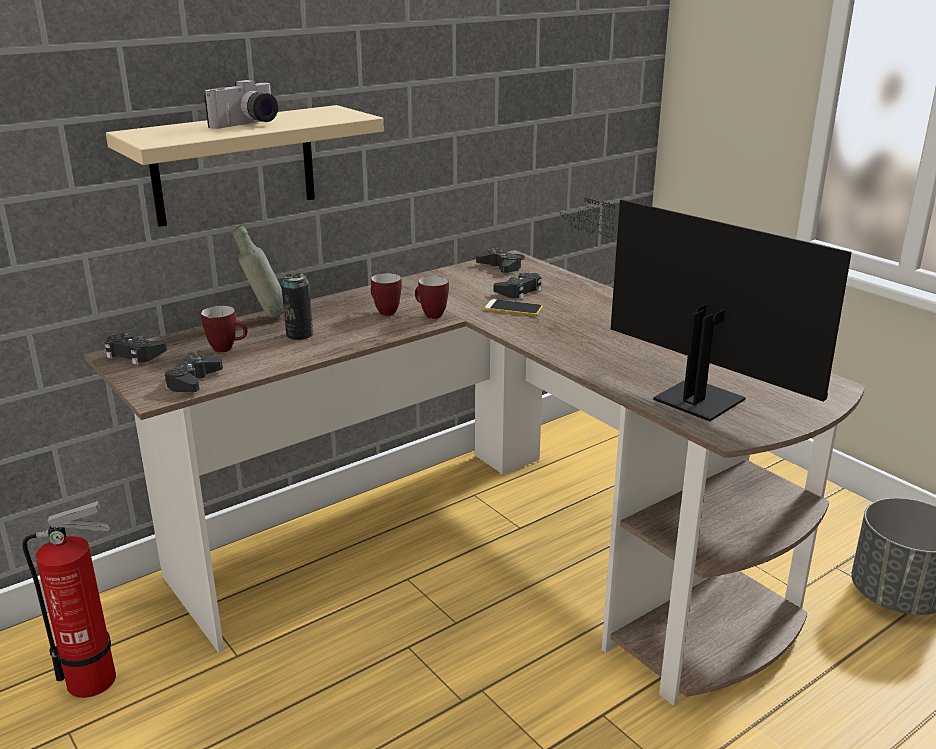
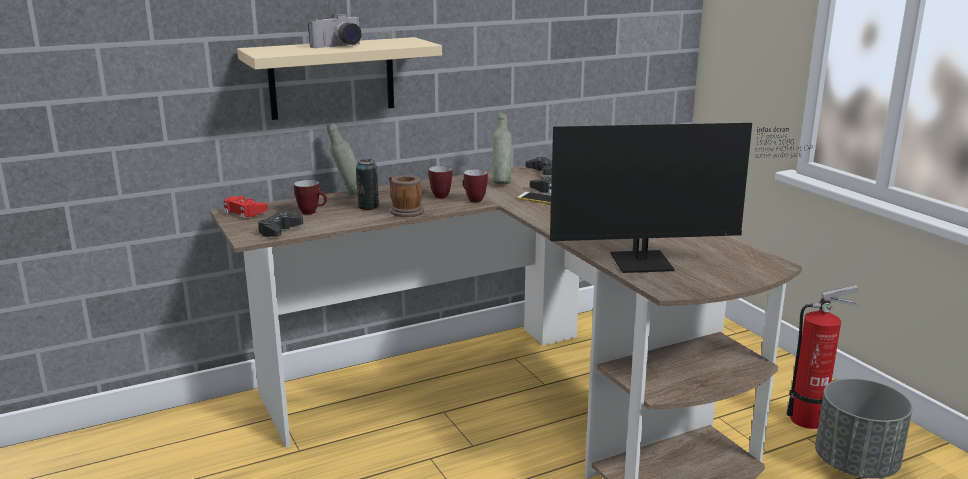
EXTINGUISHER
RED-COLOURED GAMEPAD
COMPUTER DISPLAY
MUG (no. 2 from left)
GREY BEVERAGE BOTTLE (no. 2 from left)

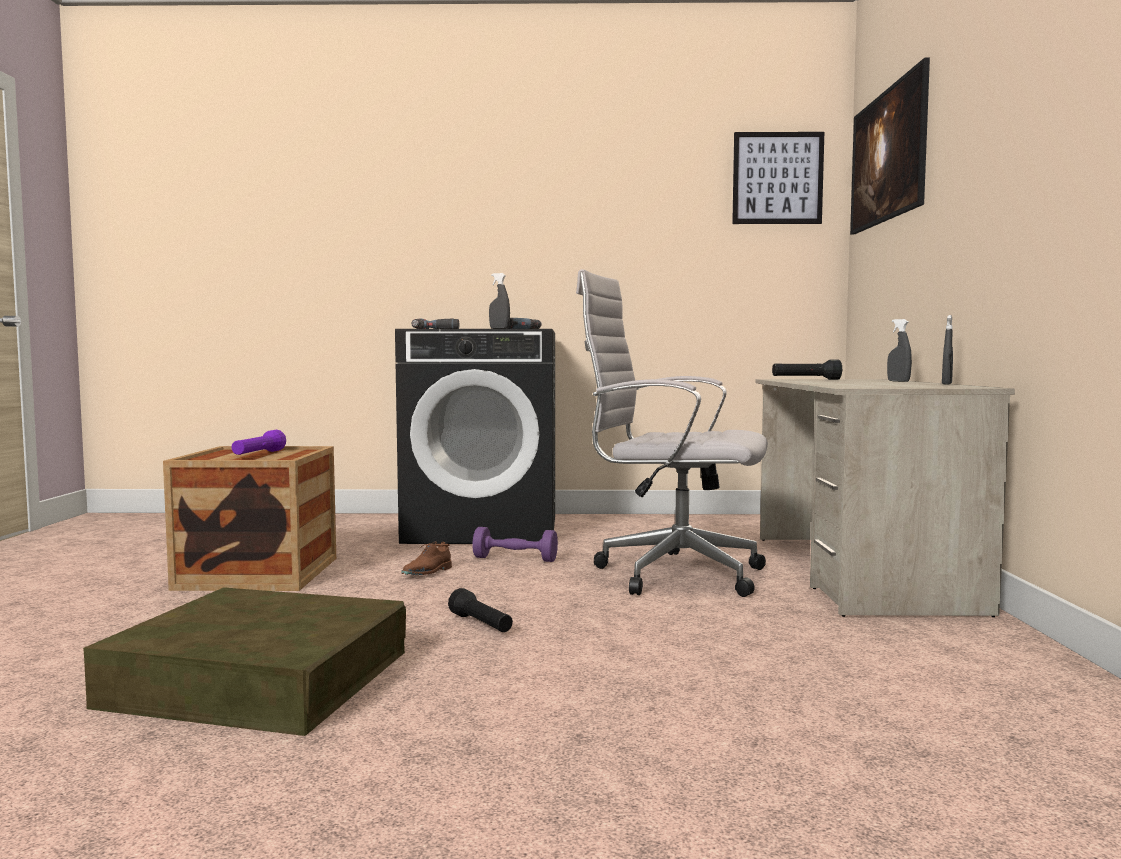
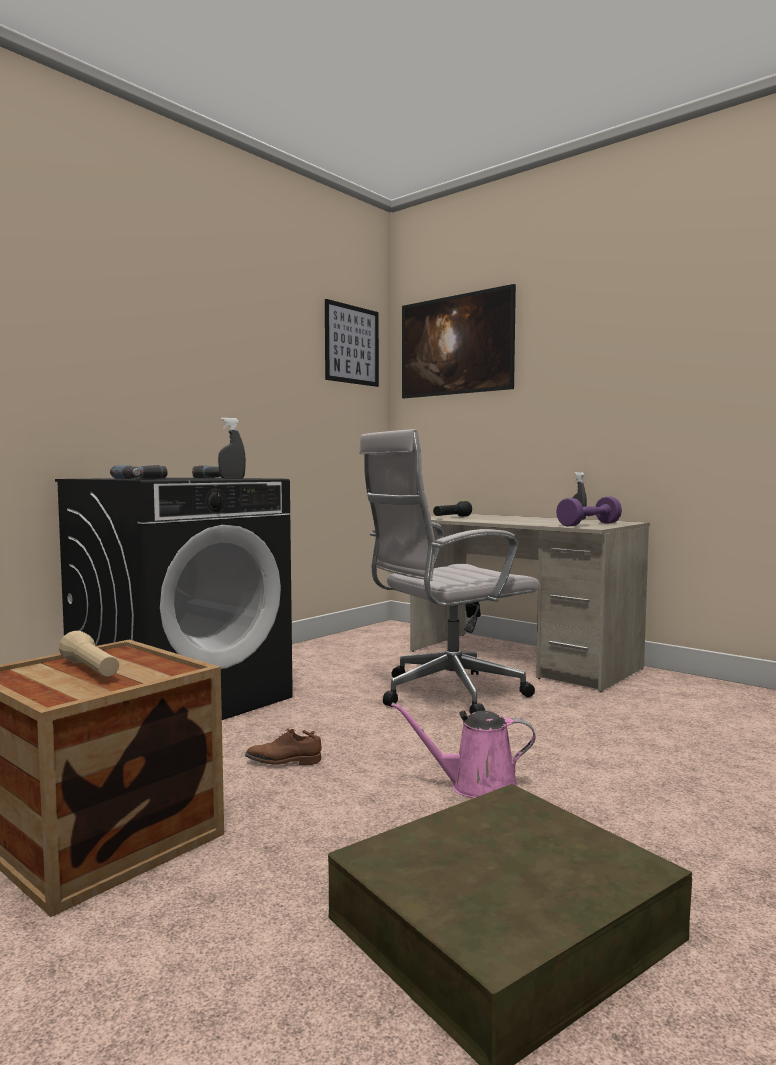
BEIGE-COLOURED FLASHLIGHT
BROWN-COLOURED ITEM OF FOOTWEAR
PINK SPRINKLING CAN
PURPLE HAND WEIGHT
GREY HAND SPRAYER (no. 2 from left in the first image)

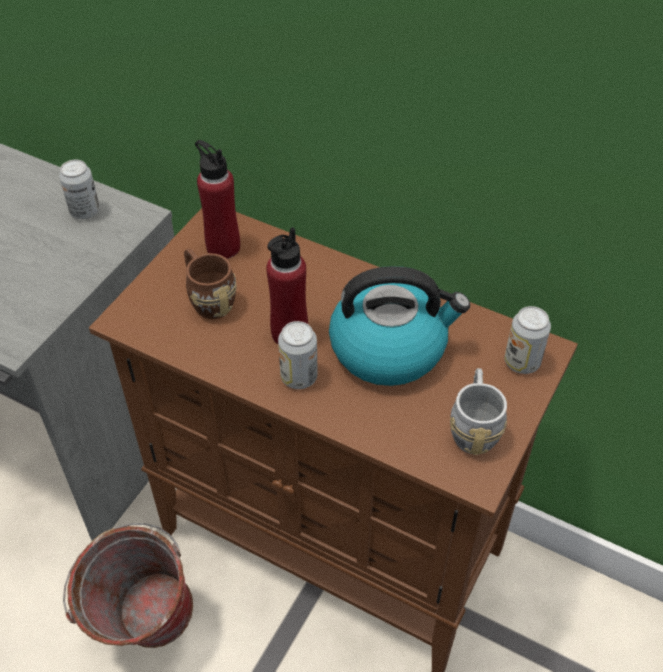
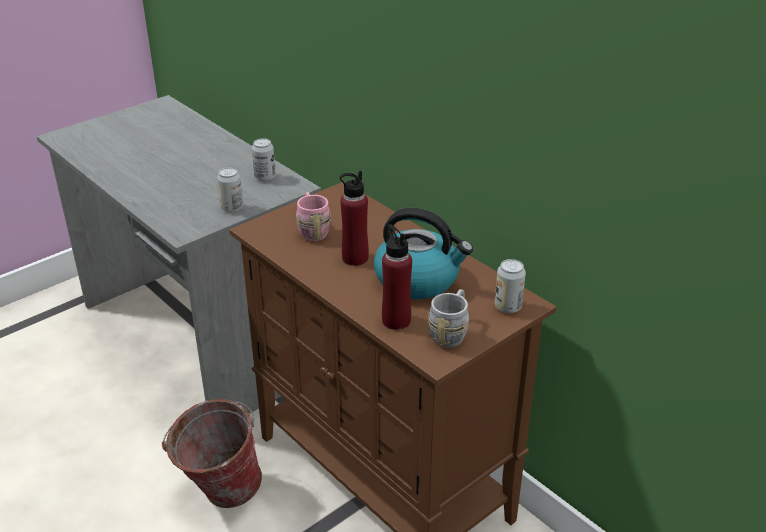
PINK MUG
RED-COLOURED BEVERAGE BOTTLE (no. 2 from left)
METAL CAN (no. 1 from left)

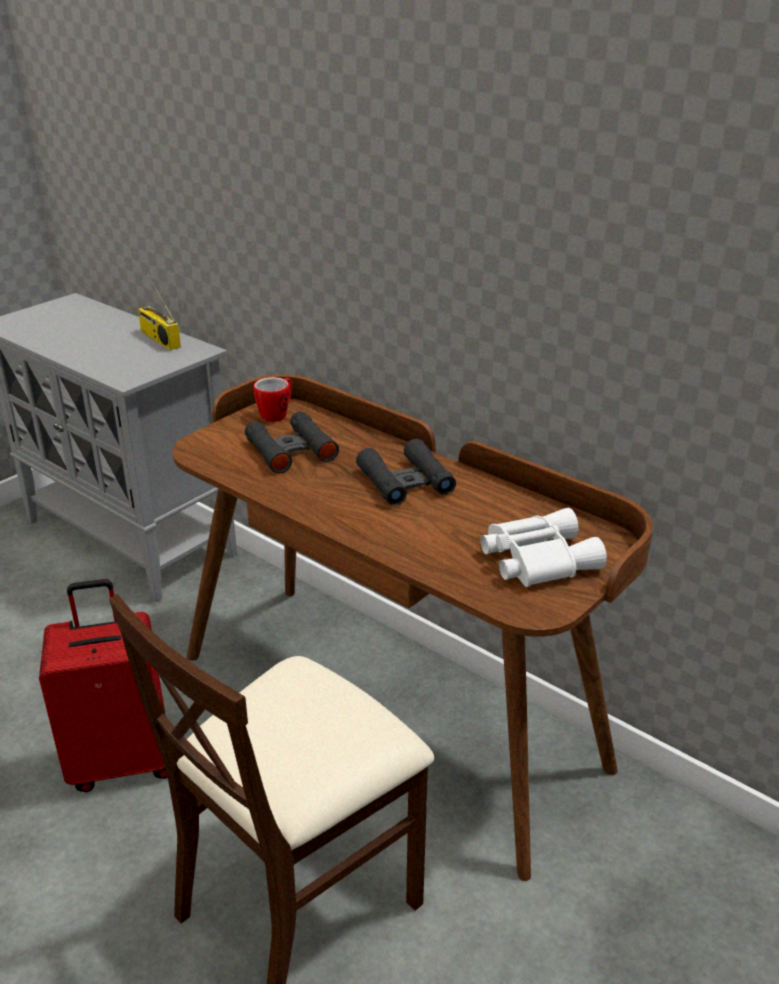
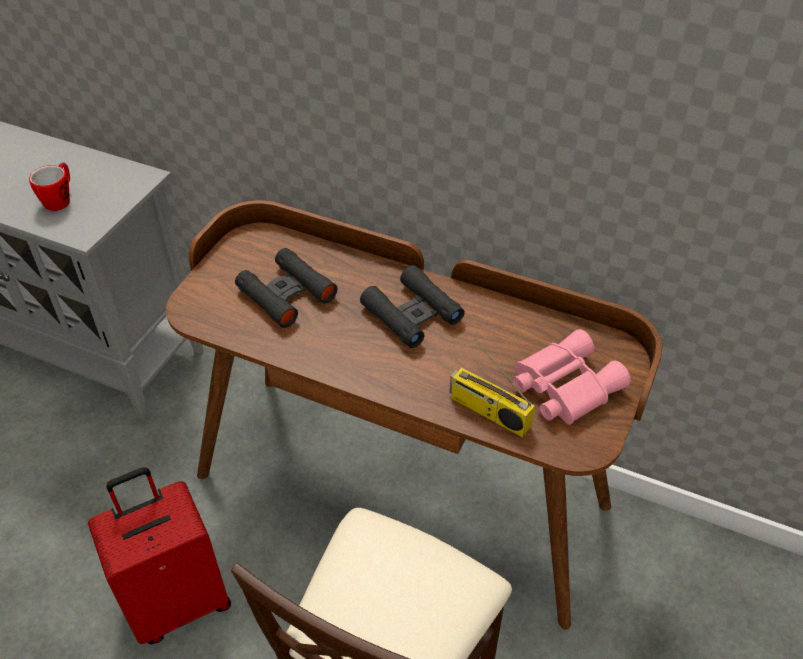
RADIO
MUG
PINK FIELD GLASSES

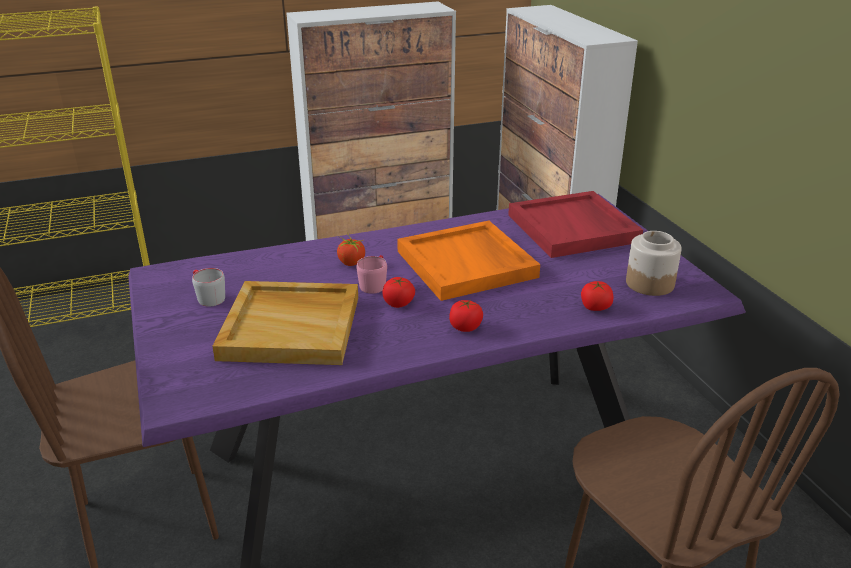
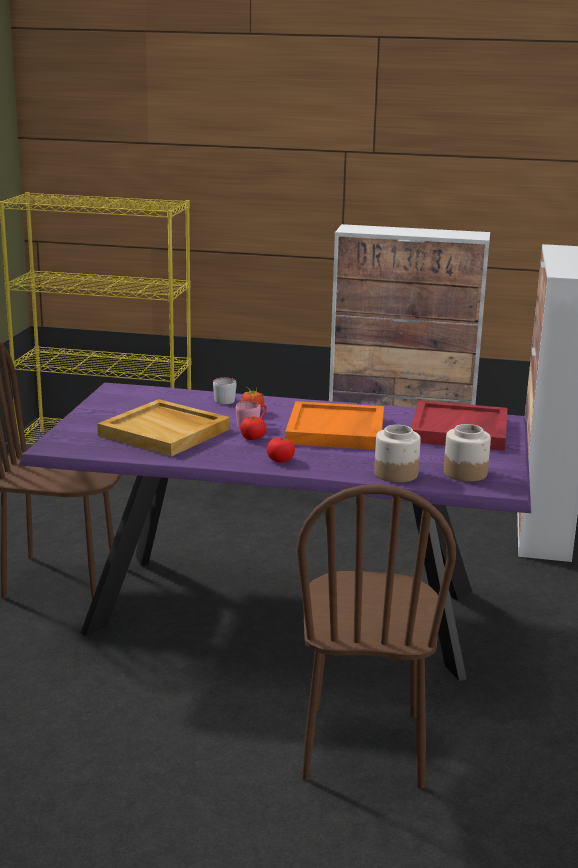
GREY MUG
PRESERVE JAR (no. 1 from left)

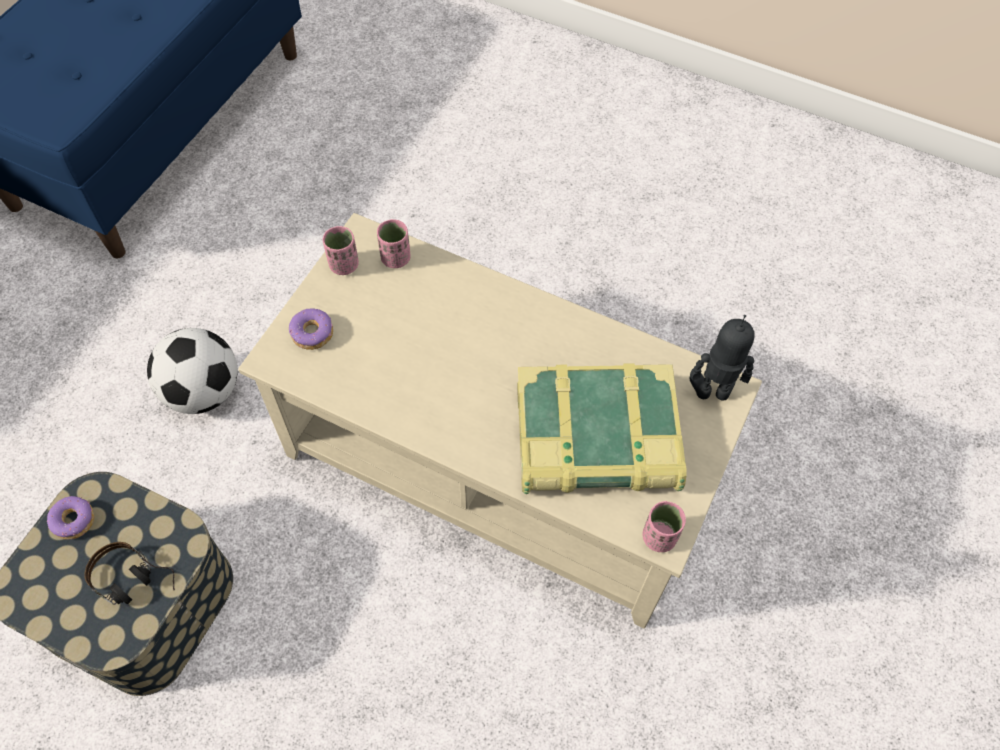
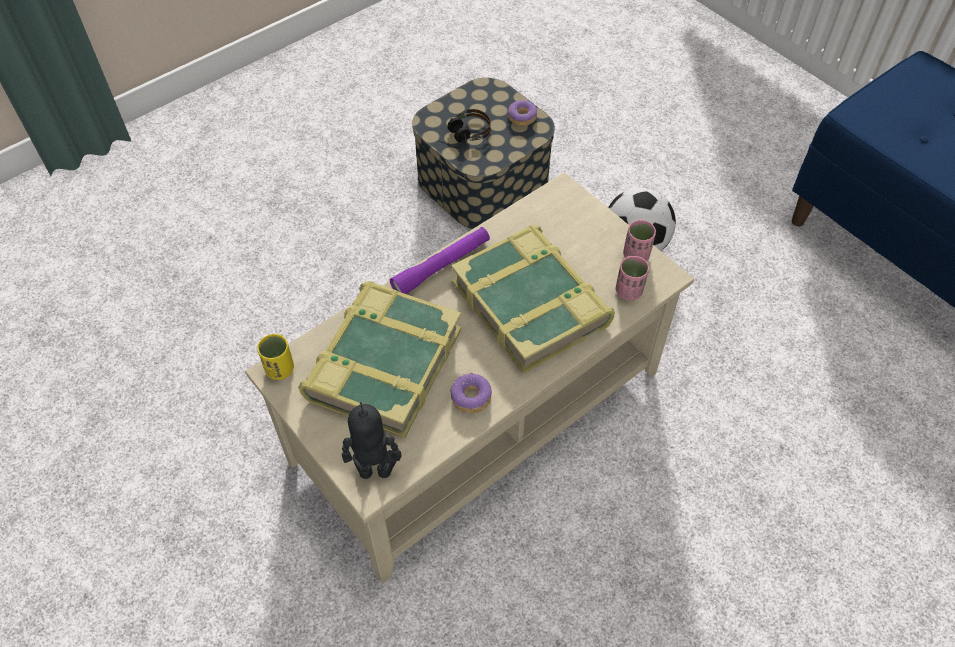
DOUGHNUT (no. 1 from left)
YELLOW CUP
MODEL ROBOT
PURPLE FLASHLIGHT
VOLUME (no. 2 from left)

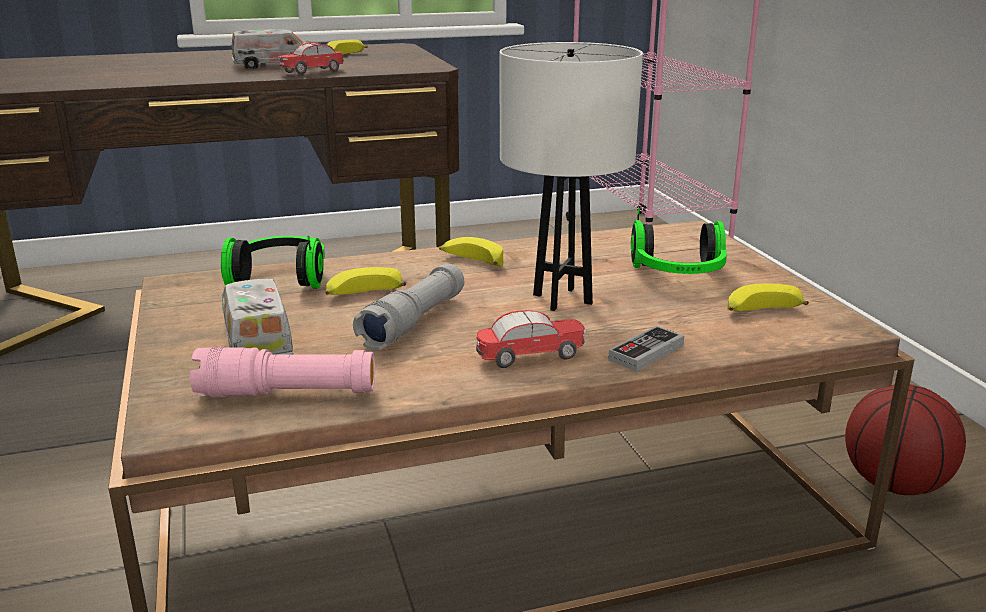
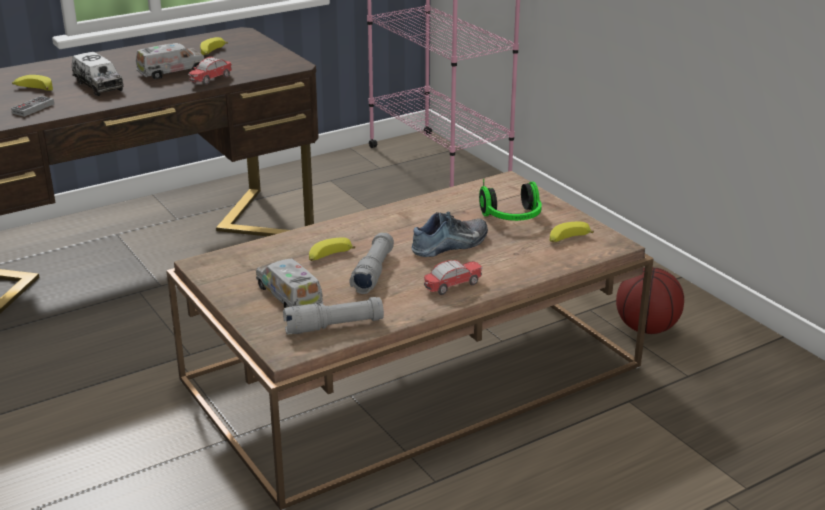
GREY FLASHLIGHT (no. 1 from left)
HEADPHONES (no. 1 from left in the first image)
BANANA (no. 1 from left)
ITEM OF FOOTWEAR
GAMEPAD
TOY LORRY (no. 1 from left)

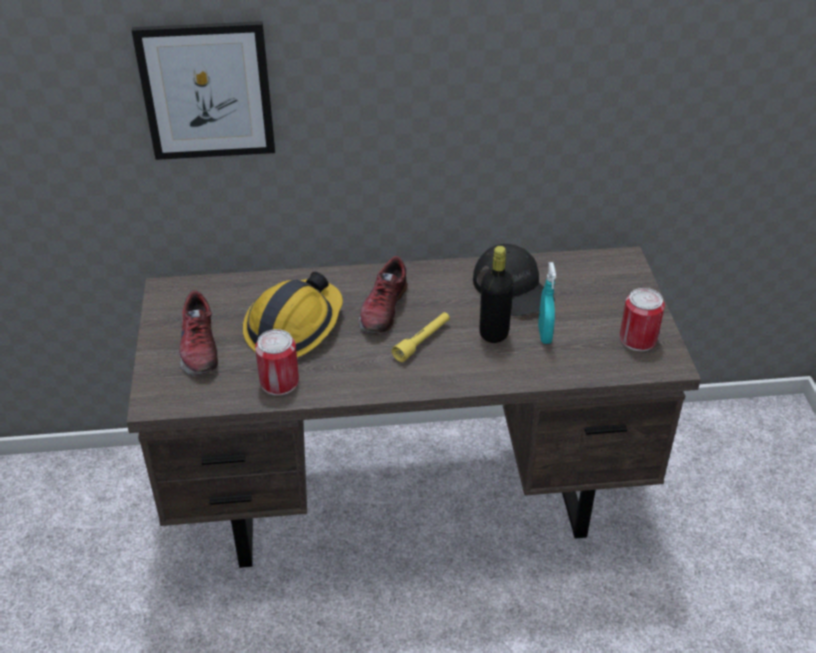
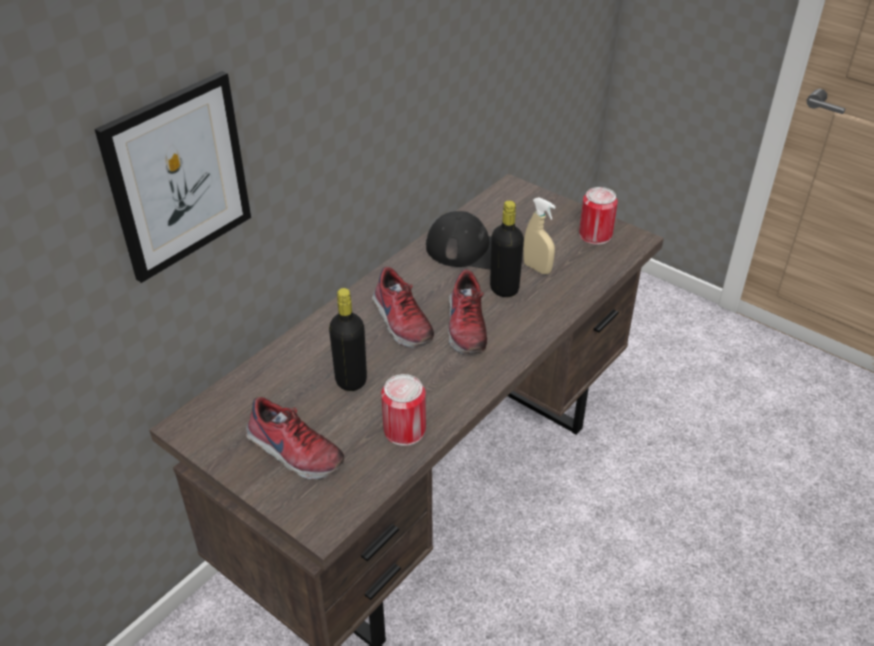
BLACKISH BEVERAGE BOTTLE (no. 1 from left)
ITEM OF FOOTWEAR (no. 3 from left)
BEIGE-COLOURED HAND SPRAYER

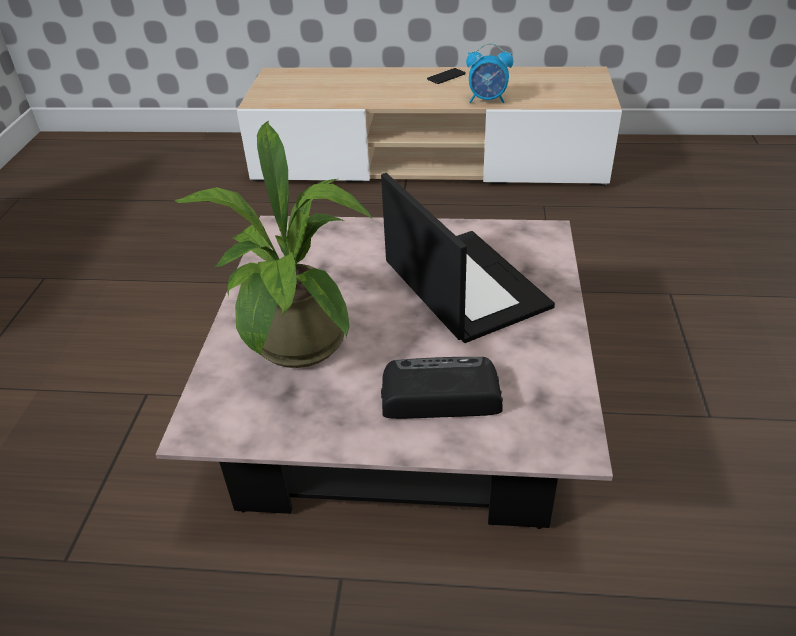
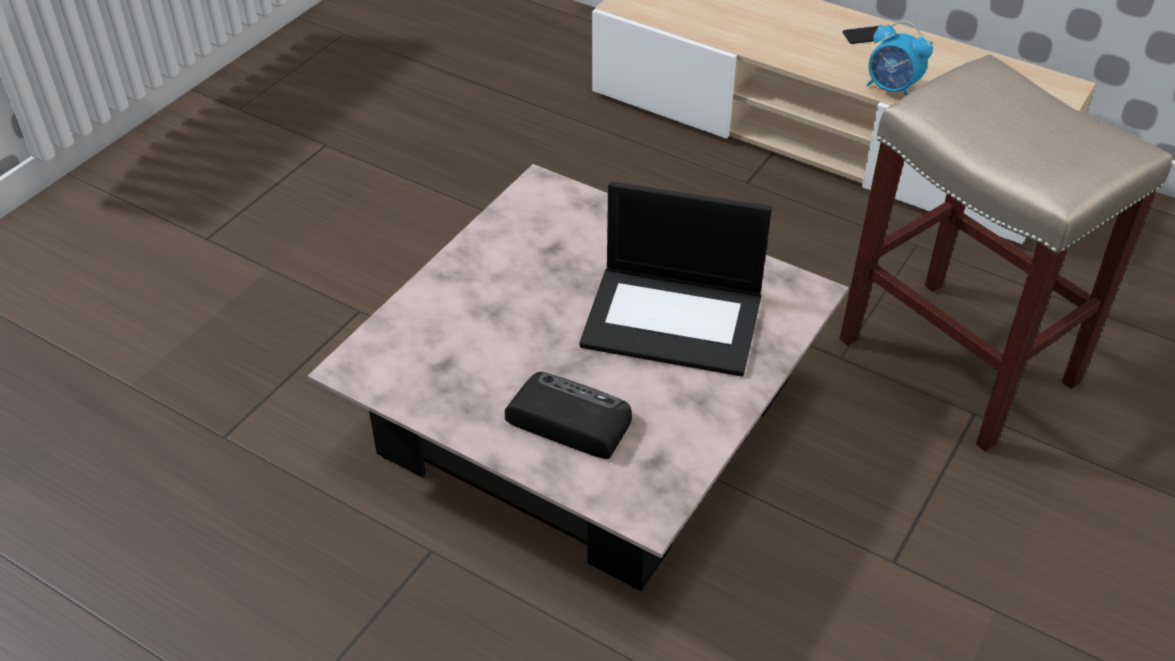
PLANT IN A POT
PORTABLE COMPUTER
BEIGE-COLOURED SITTING STOOL

